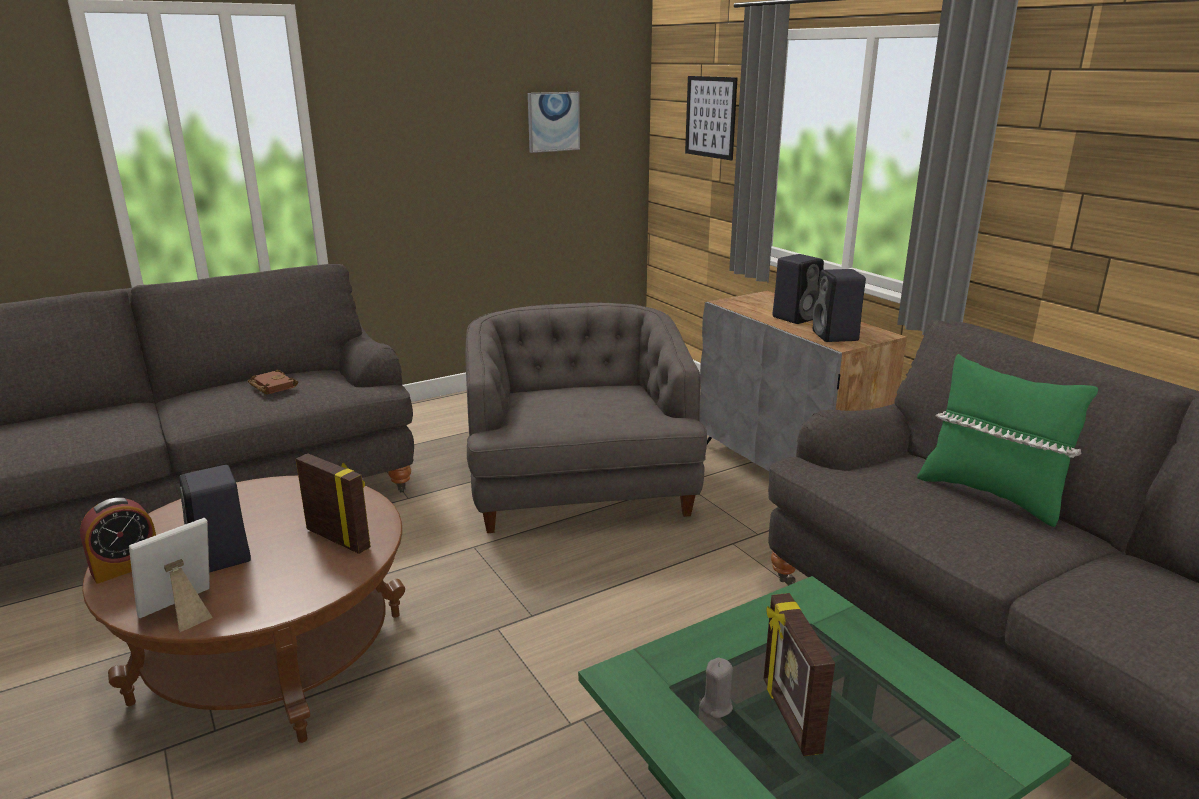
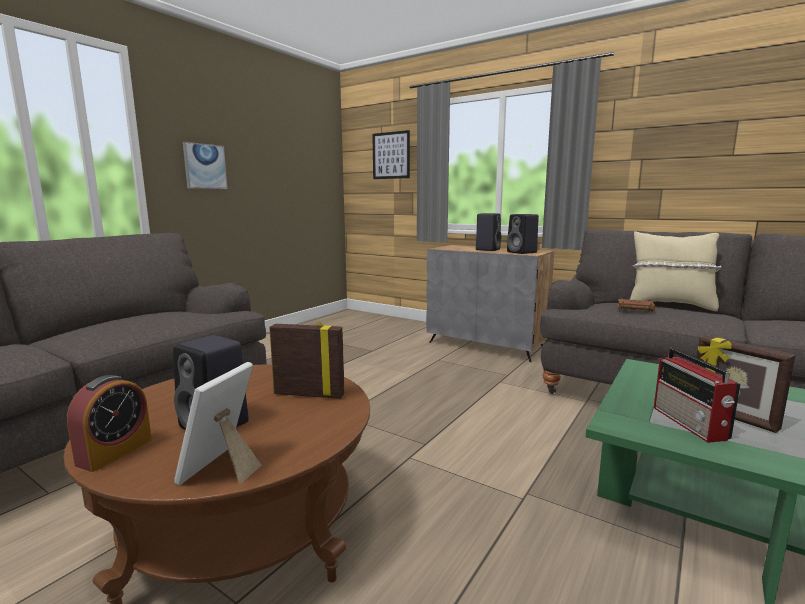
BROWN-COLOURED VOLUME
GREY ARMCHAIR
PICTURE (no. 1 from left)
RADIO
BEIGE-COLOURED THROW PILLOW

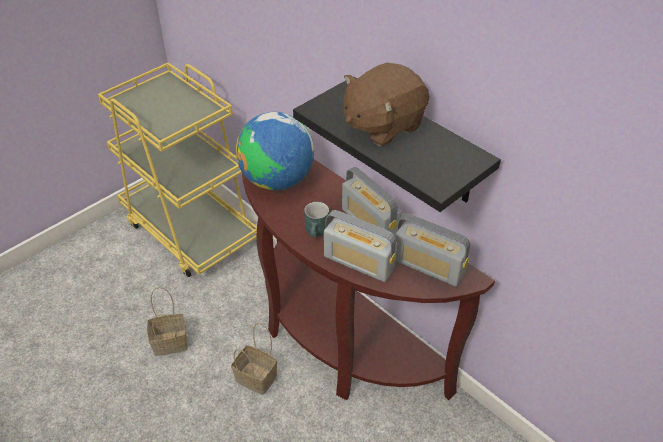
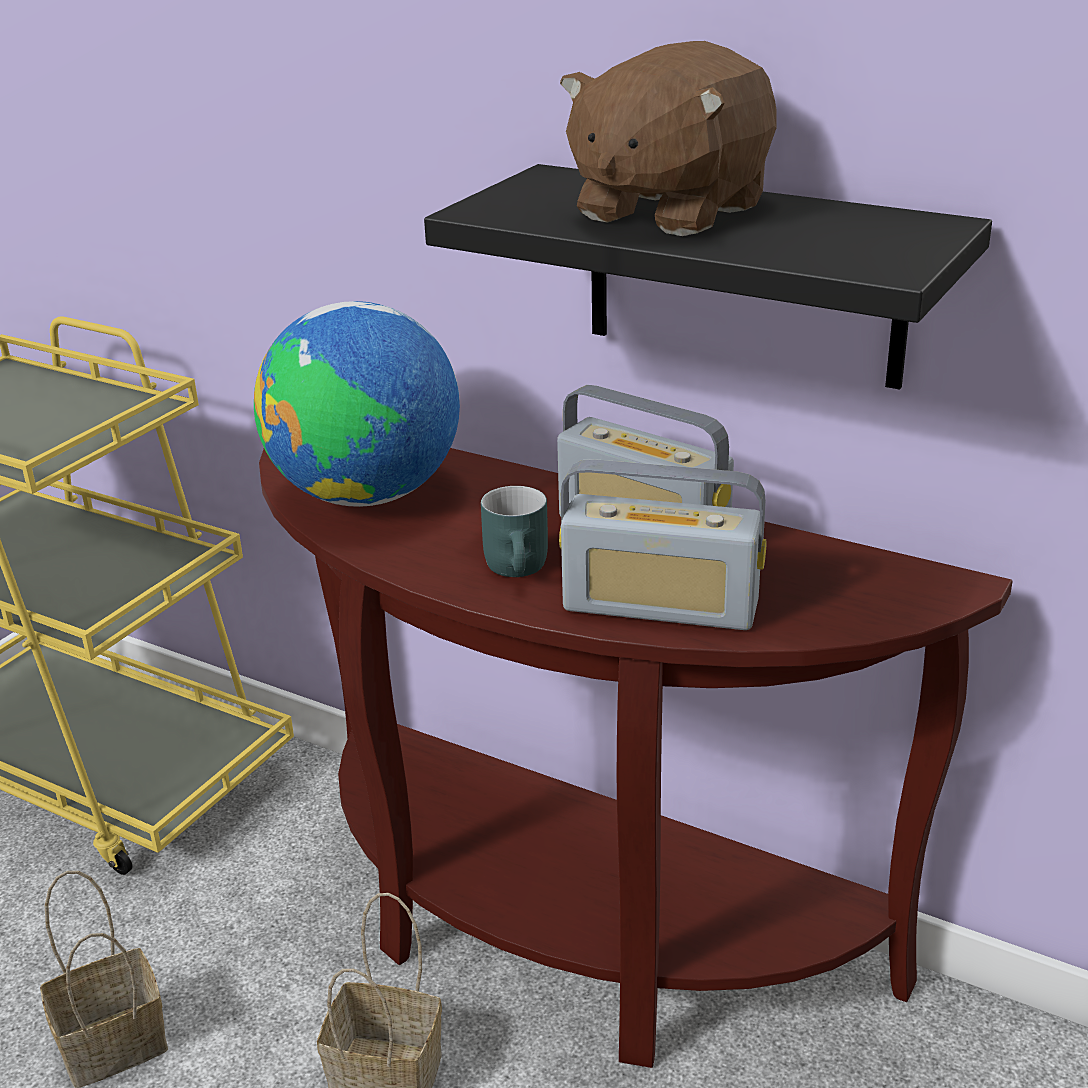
RADIO (no. 3 from left in the first image)

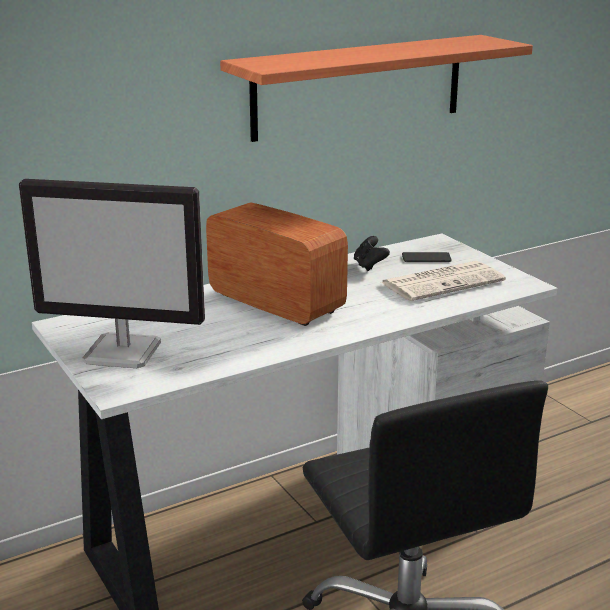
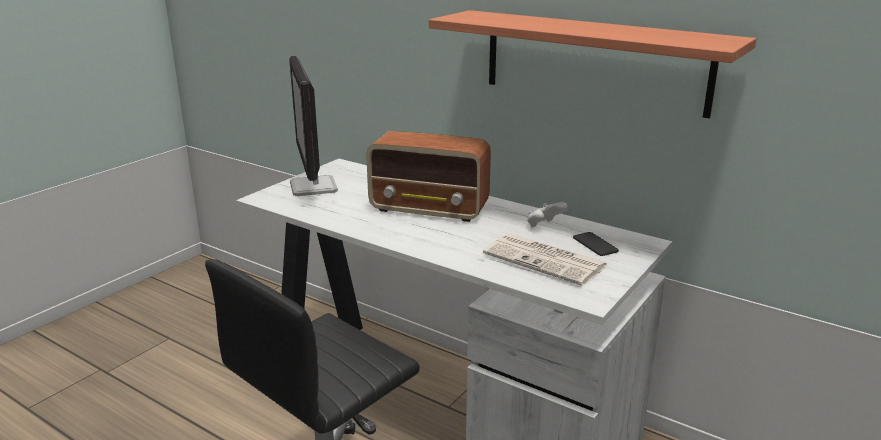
RADIO
WHITISH GAMEPAD

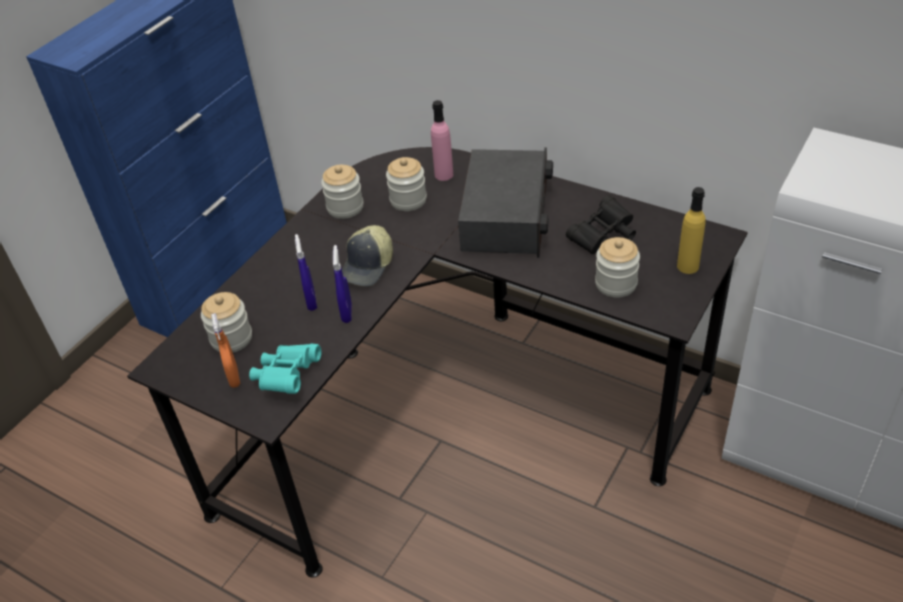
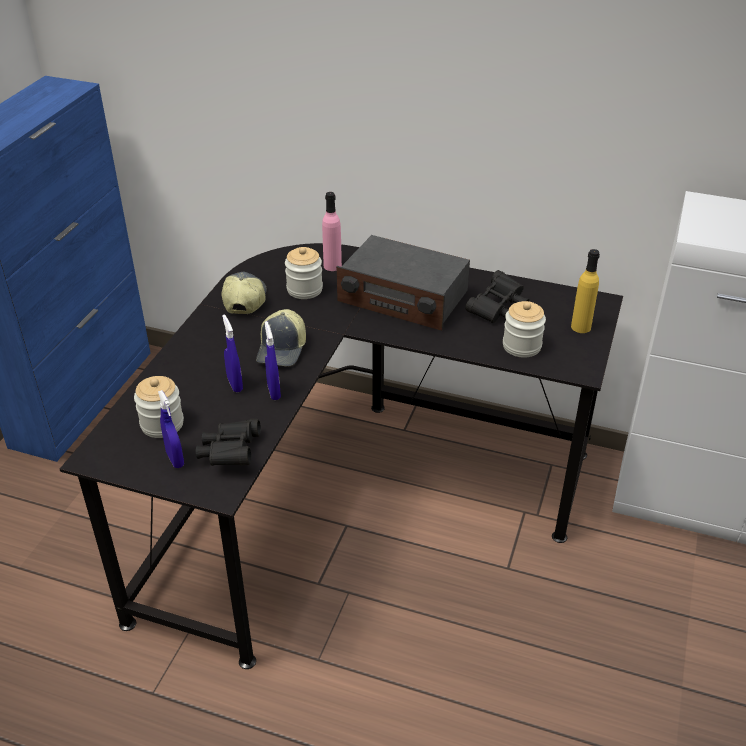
BLUE-COLOURED HAND SPRAYER (no. 1 from left)
BLACKISH FIELD GLASSES (no. 1 from left)
CAP (no. 1 from left)
RADIO

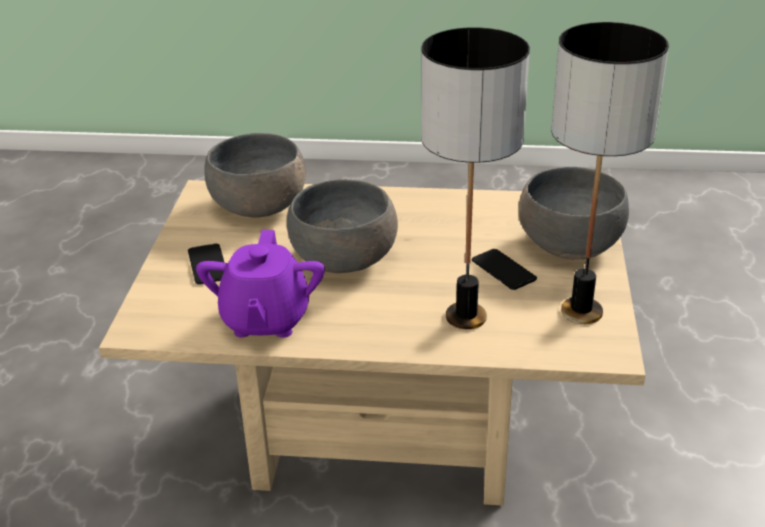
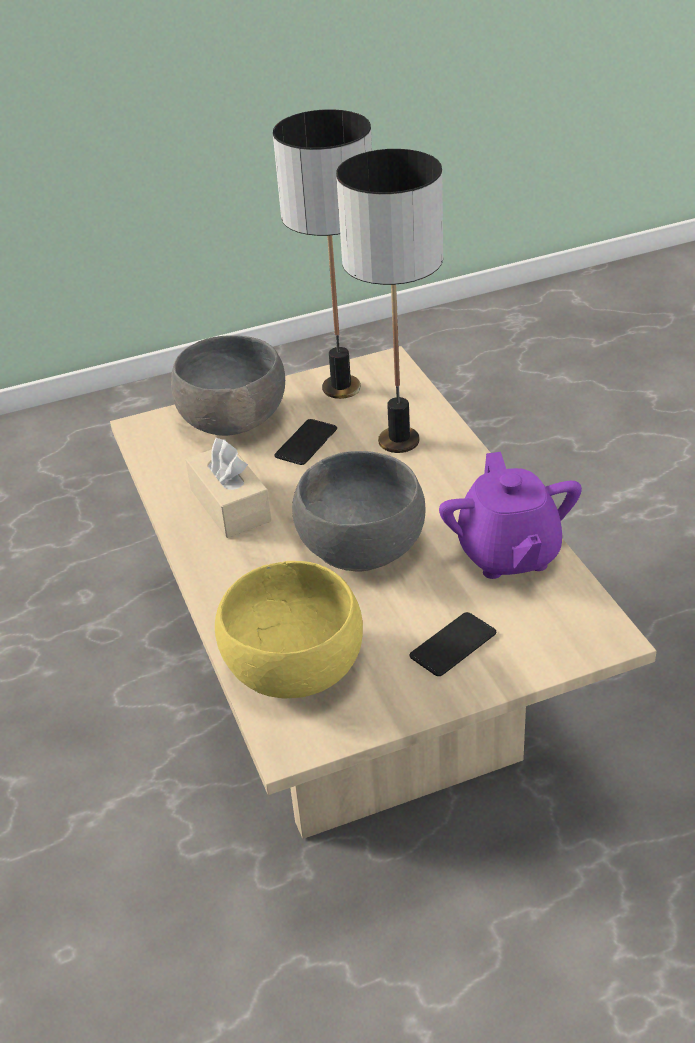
PURPLE POT FOR TEA
YELLOW SERVING BOWL
BEIGE-COLOURED BOX OF TISSUES

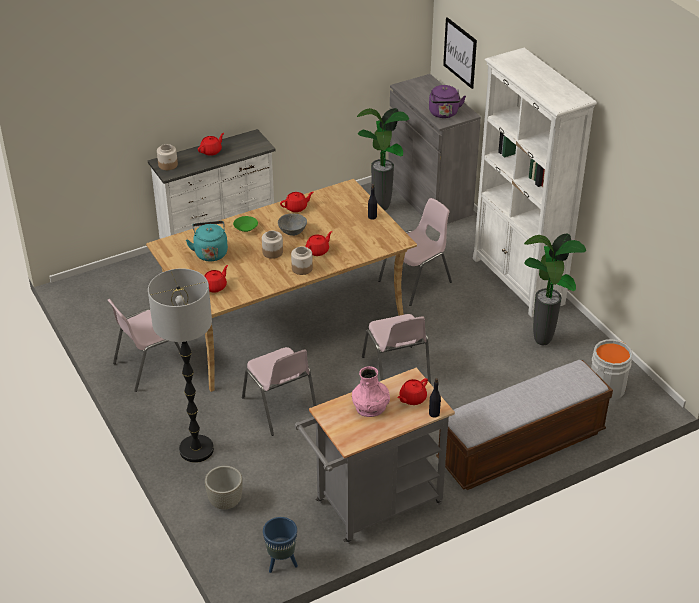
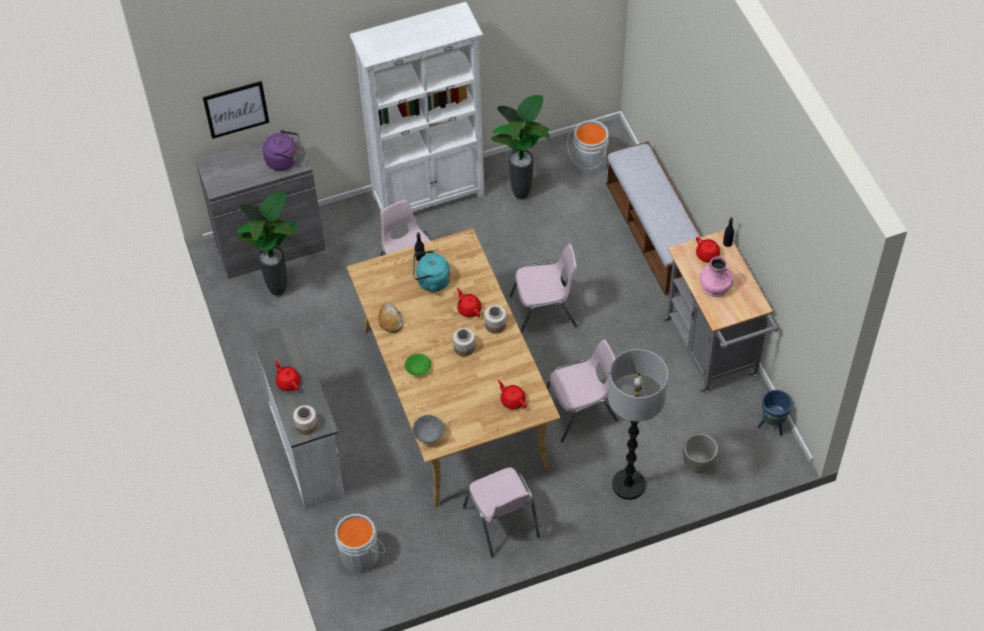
TURQUOISE-COLOURED TEA KETTLE
GREY SERVING BOWL
BAKED BREAD
GREY PAIL (no. 1 from left)

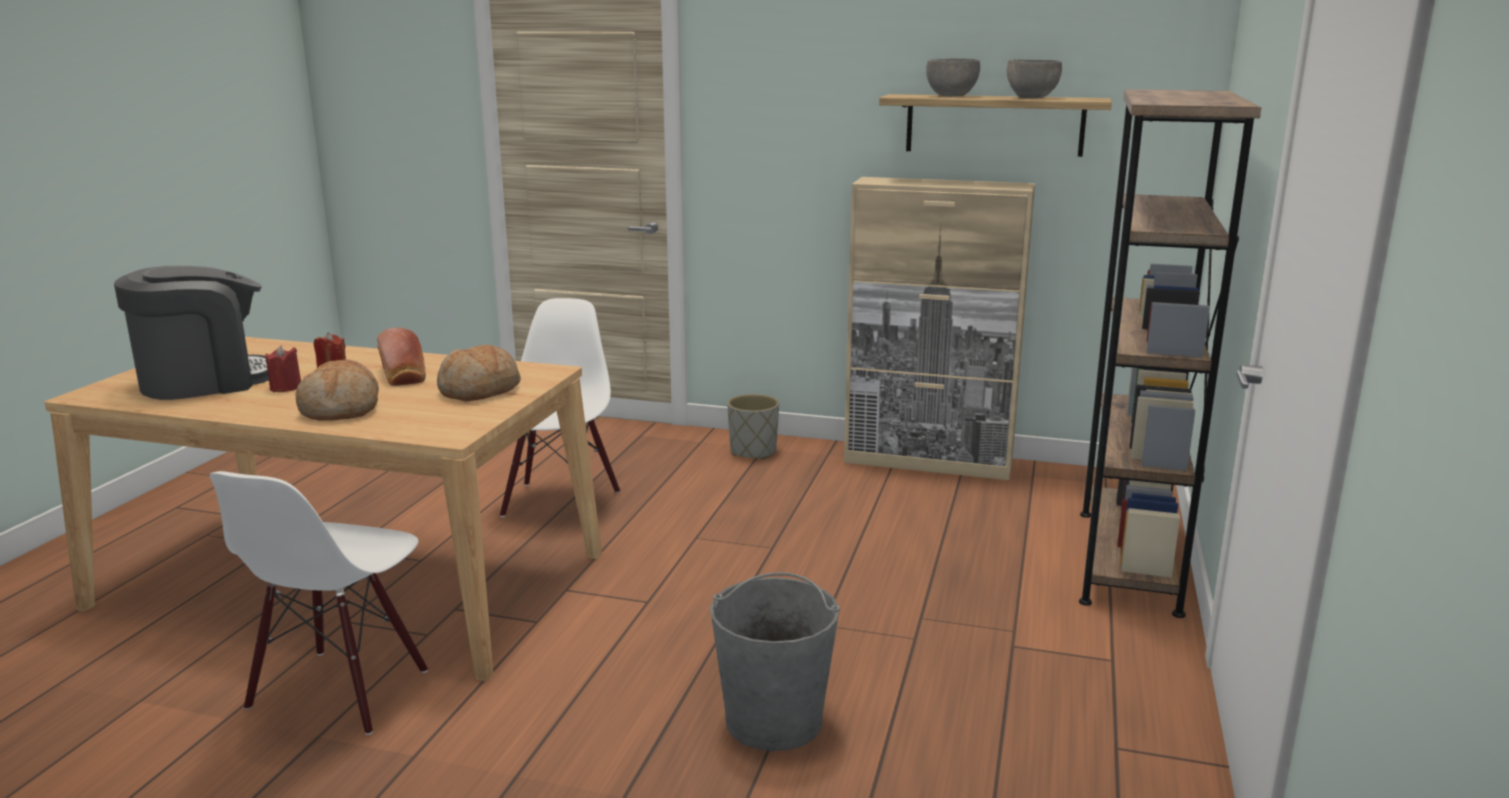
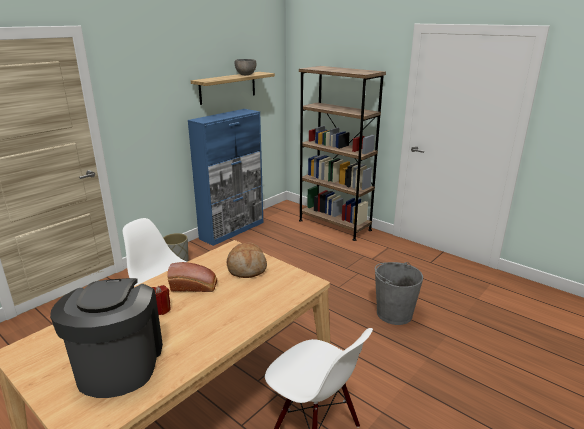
RED-COLOURED CANDLE (no. 1 from left in the first image)
BAKED BREAD (no. 1 from left in the first image)
BLUE-COLOURED CABINET
GREY SERVING BOWL (no. 1 from left in the first image)

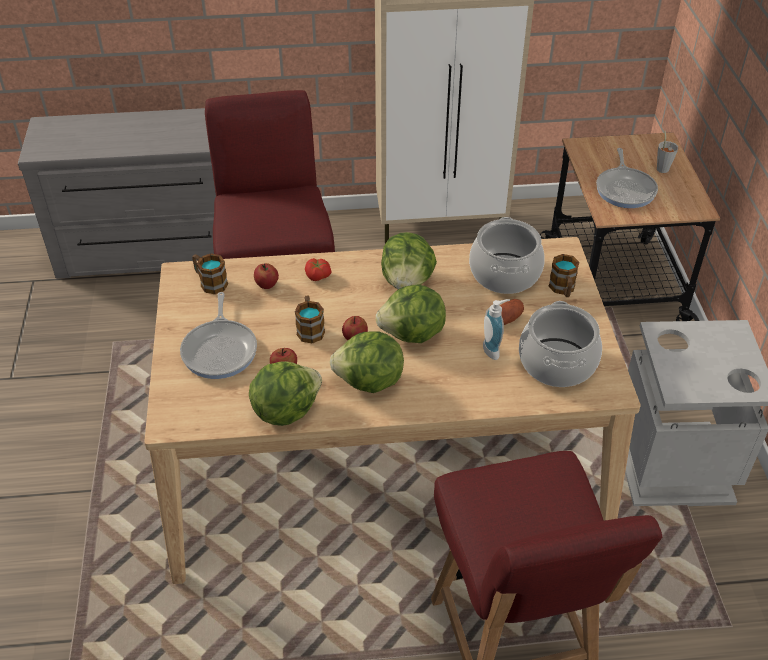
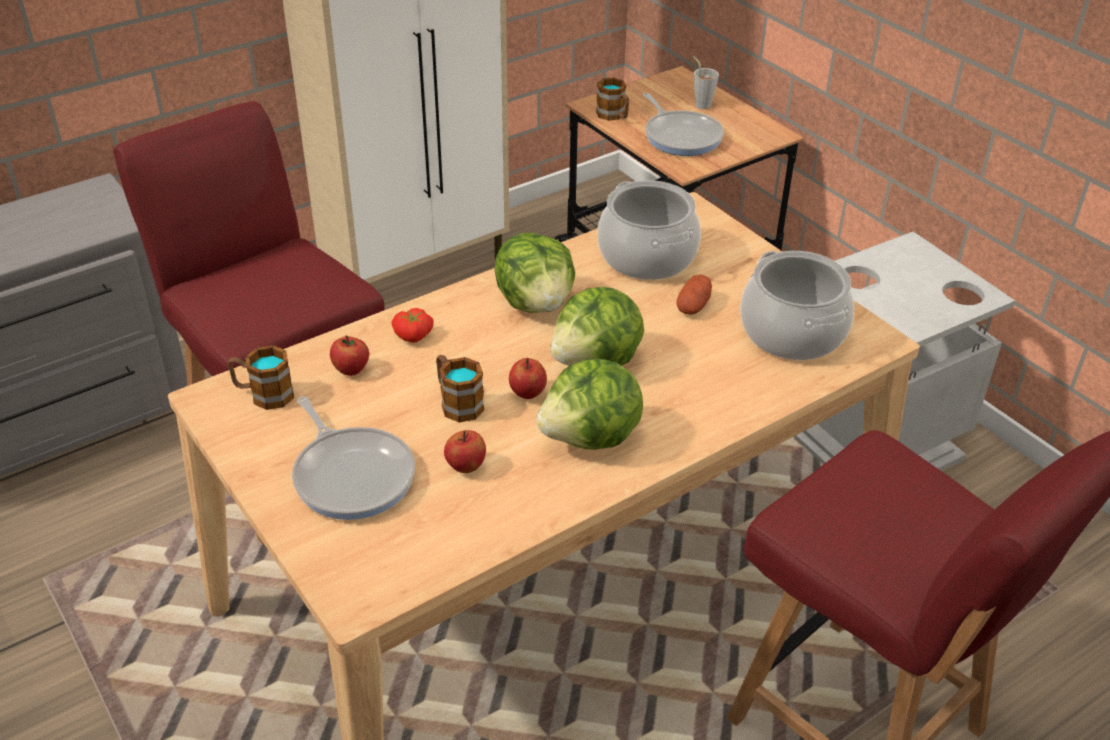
LETTUCE (no. 1 from left in the first image)
SOAP BOTTLE
MUG (no. 3 from left)

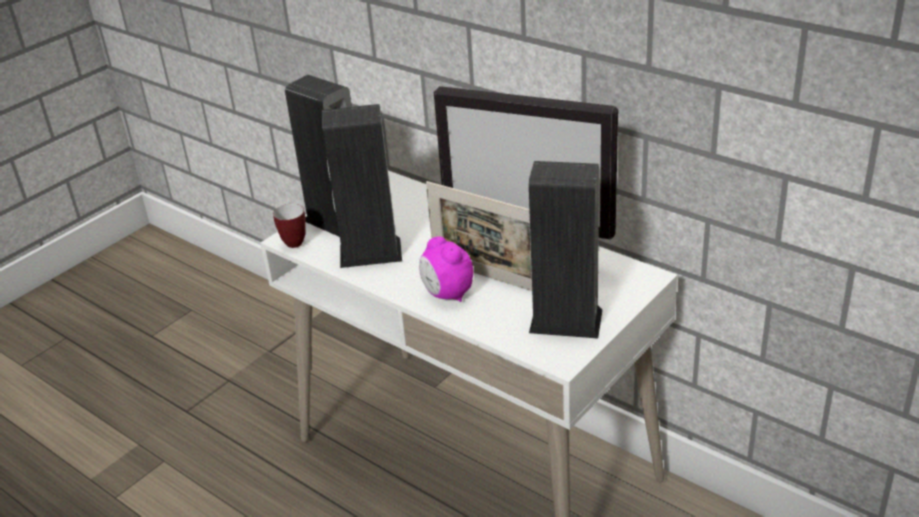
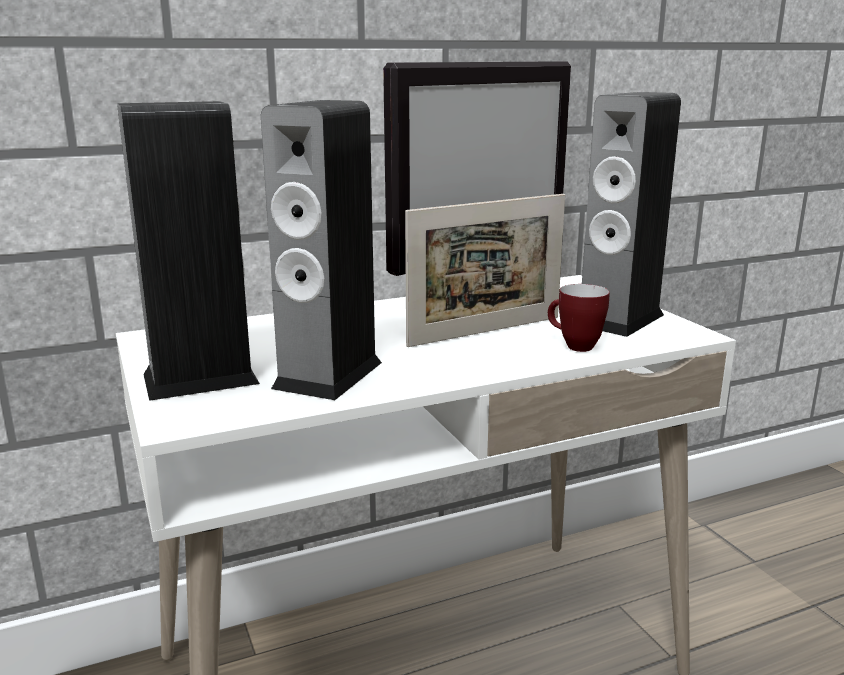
MUG
BEDSIDE CLOCK

